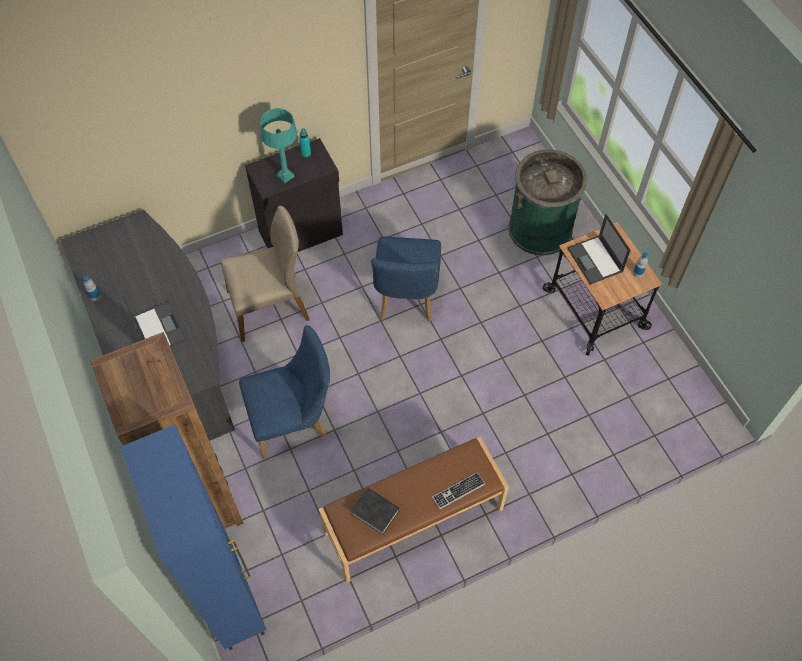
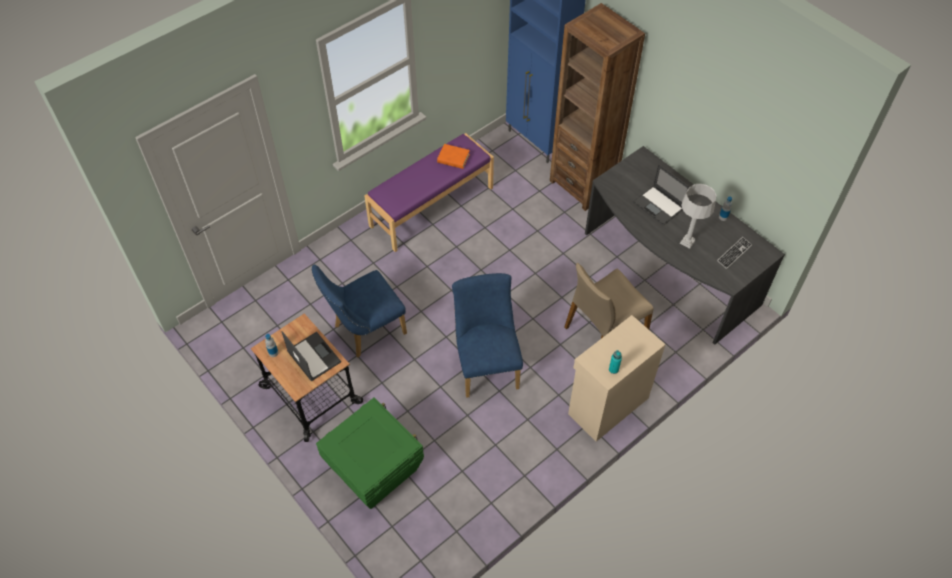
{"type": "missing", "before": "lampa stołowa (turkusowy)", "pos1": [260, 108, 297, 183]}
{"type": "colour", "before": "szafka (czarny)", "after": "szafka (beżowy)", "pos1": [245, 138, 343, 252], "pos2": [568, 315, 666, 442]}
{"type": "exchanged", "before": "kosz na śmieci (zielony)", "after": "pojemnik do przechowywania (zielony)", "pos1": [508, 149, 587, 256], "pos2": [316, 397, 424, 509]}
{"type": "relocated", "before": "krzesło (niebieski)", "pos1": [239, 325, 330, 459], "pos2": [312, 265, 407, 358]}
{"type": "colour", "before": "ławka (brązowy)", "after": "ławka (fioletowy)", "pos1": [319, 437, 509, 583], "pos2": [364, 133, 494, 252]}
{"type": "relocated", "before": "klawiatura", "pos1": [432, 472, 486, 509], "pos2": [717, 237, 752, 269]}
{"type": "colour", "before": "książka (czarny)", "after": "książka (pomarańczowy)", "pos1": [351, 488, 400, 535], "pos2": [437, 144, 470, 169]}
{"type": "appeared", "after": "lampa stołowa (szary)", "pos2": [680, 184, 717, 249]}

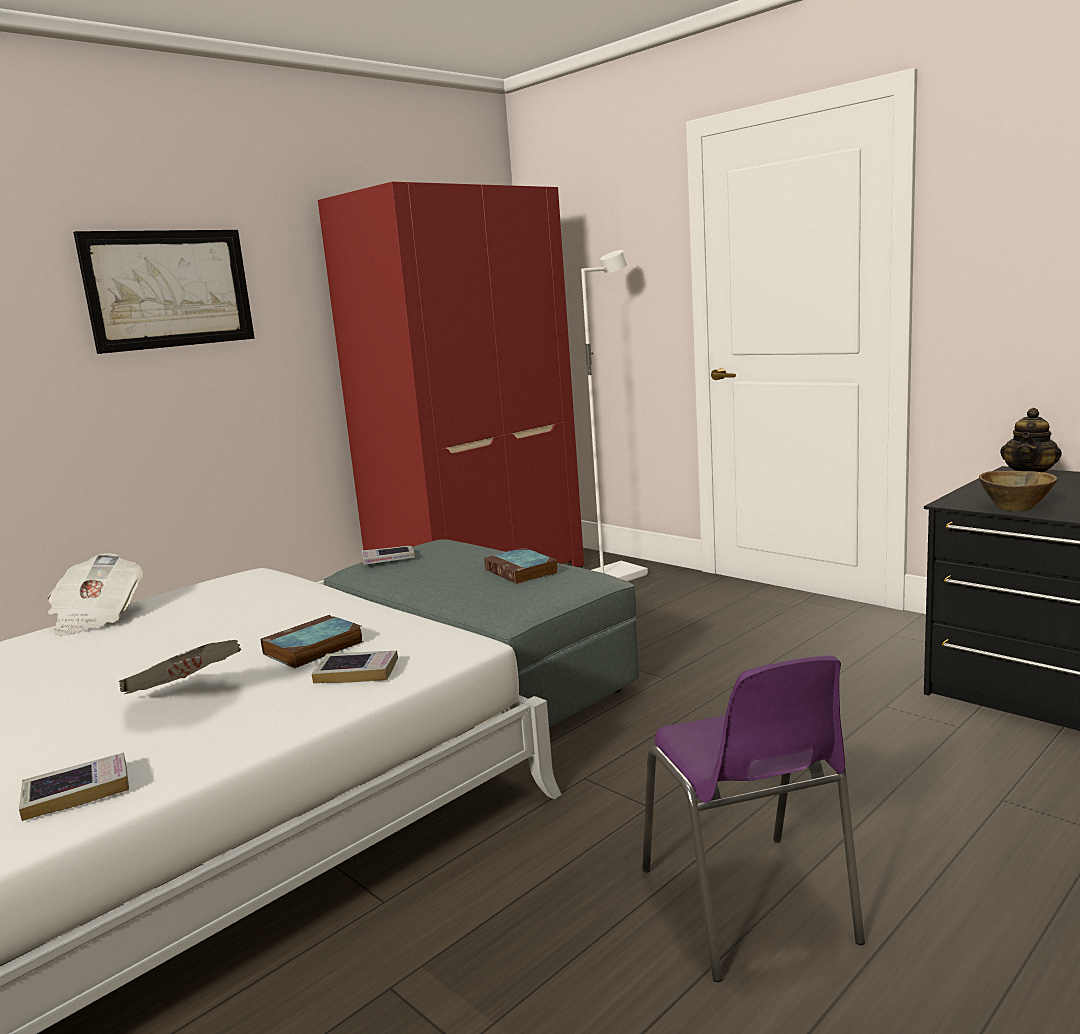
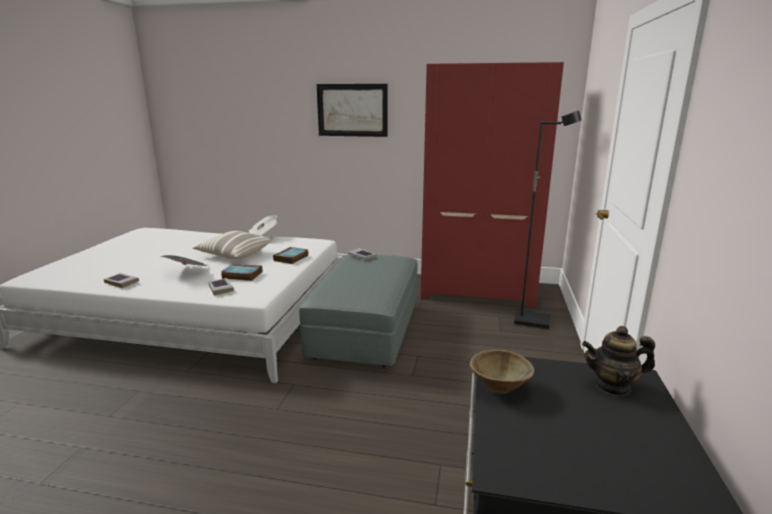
{"type": "colour", "before": "lampa stojąca (biały)", "after": "lampa stojąca (czarny)", "pos1": [581, 250, 648, 582], "pos2": [514, 111, 581, 329]}
{"type": "relocated", "before": "książka", "pos1": [484, 548, 558, 584], "pos2": [273, 247, 309, 264]}
{"type": "missing", "before": "krzesło (fioletowy)", "pos1": [642, 655, 865, 982]}
{"type": "appeared", "after": "poduszka", "pos2": [193, 231, 272, 259]}

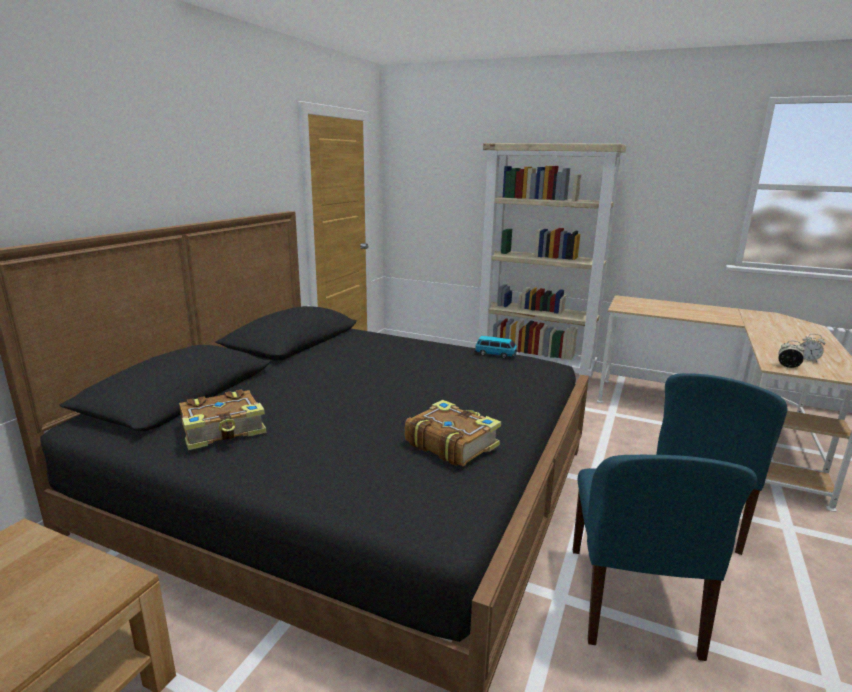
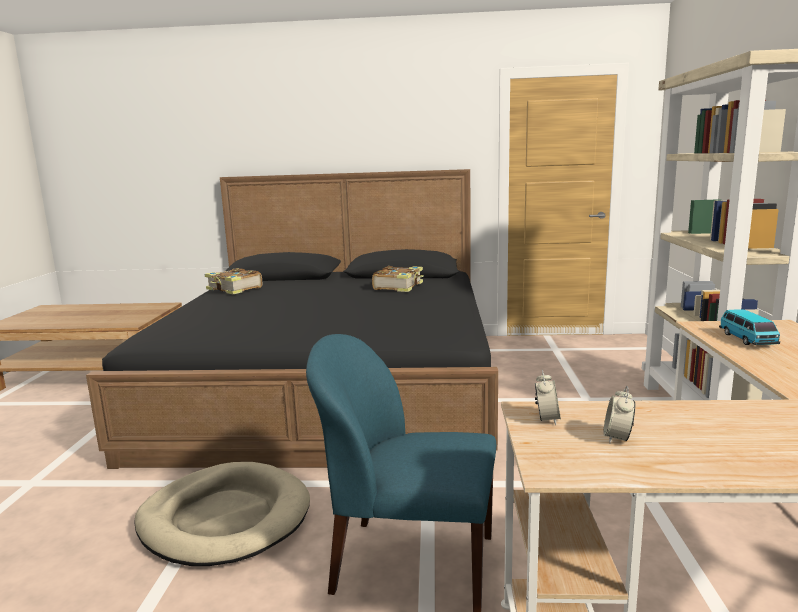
{"type": "relocated", "before": "samochodzik", "pos1": [475, 336, 517, 358], "pos2": [719, 309, 780, 345]}
{"type": "relocated", "before": "książka", "pos1": [405, 400, 501, 467], "pos2": [372, 266, 424, 292]}
{"type": "exchanged", "before": "krzesło (niebieski)", "after": "legowisko (beżowy)", "pos1": [573, 455, 757, 661], "pos2": [134, 462, 310, 566]}

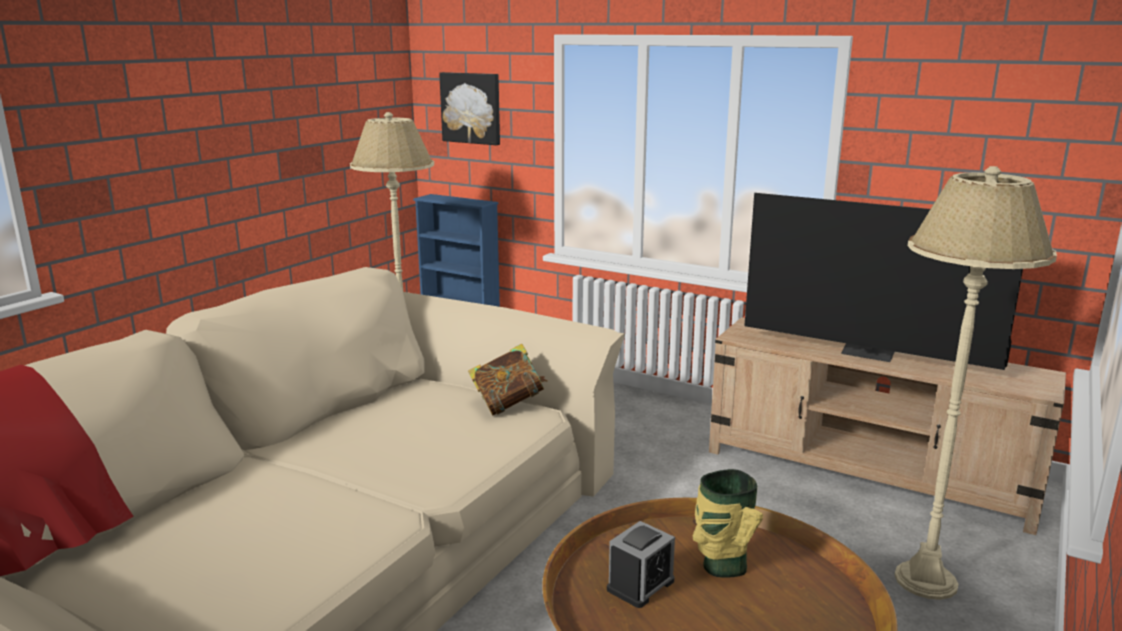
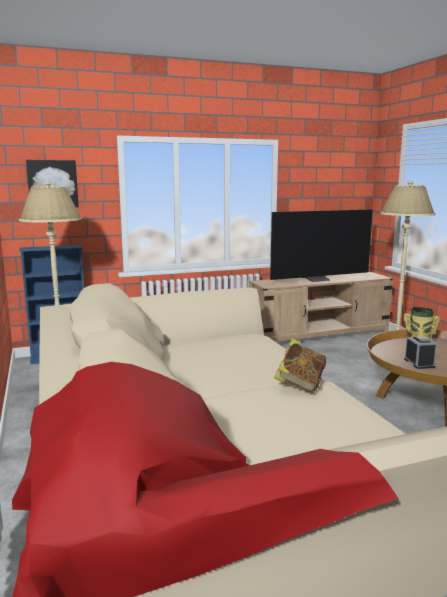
{"type": "relocated", "before": "książka", "pos1": [468, 344, 547, 416], "pos2": [274, 339, 326, 393]}

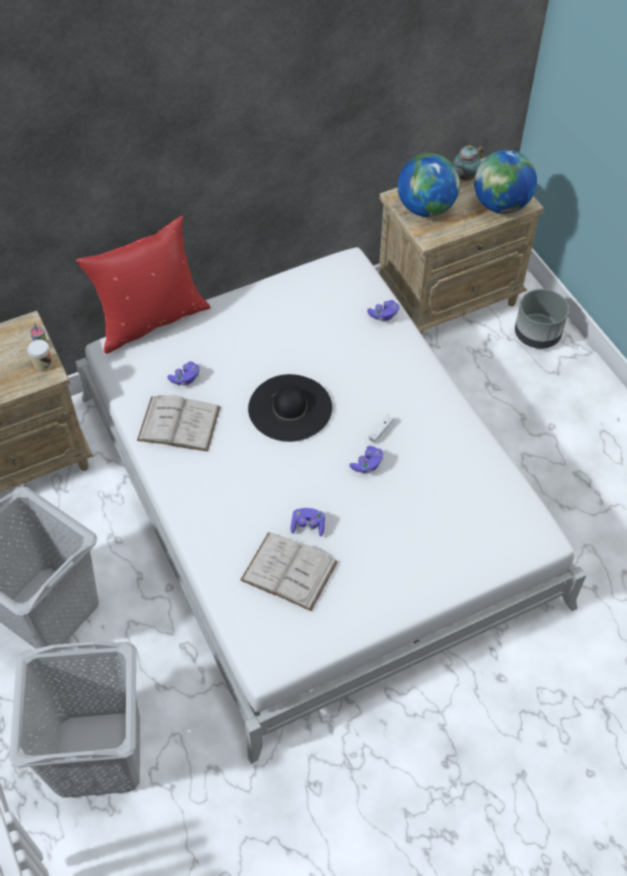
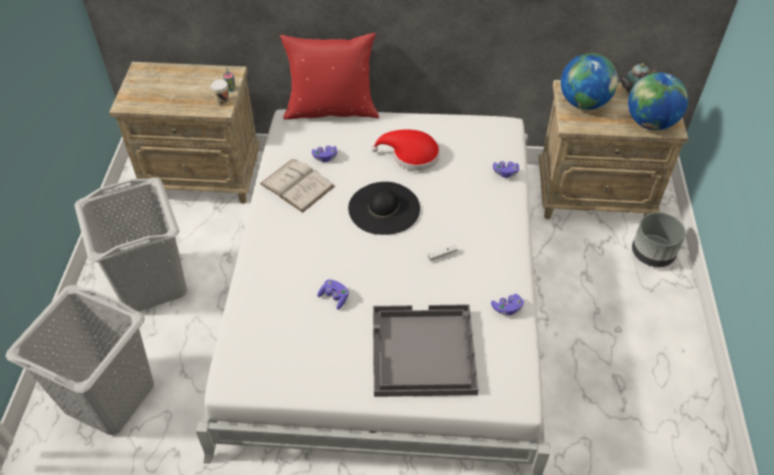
{"type": "relocated", "before": "pad do gier (fioletowy)", "pos1": [349, 446, 383, 473], "pos2": [491, 294, 524, 315]}
{"type": "missing", "before": "książka (biały)", "pos1": [240, 532, 338, 611]}
{"type": "appeared", "after": "kapelusz (czerwony)", "pos2": [371, 129, 440, 171]}
{"type": "appeared", "after": "taca (szary)", "pos2": [373, 304, 479, 397]}

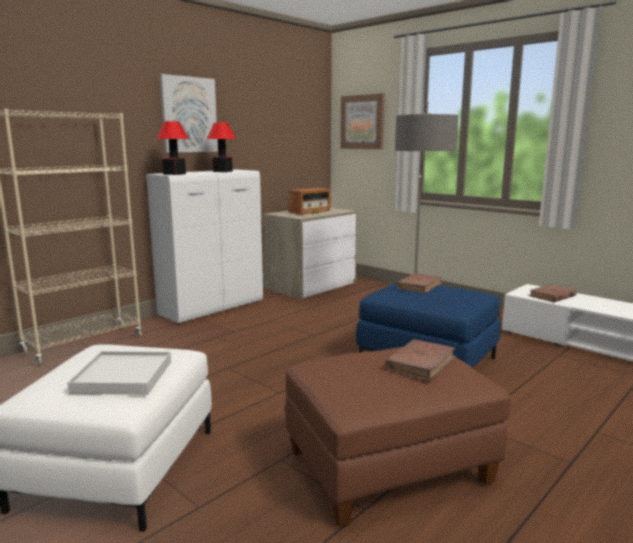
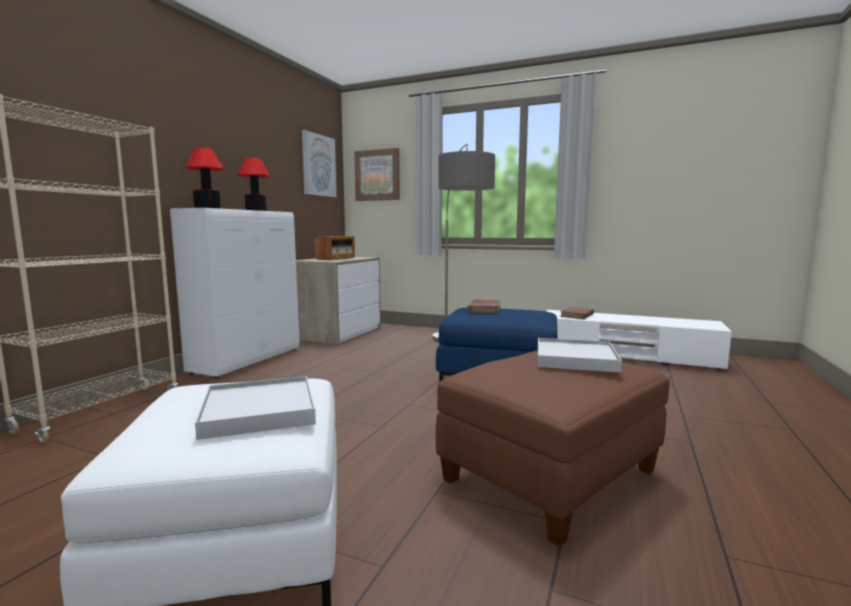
{"type": "relocated", "before": "obraz", "pos1": [159, 74, 218, 153], "pos2": [302, 130, 337, 197]}
{"type": "exchanged", "before": "książka (brązowy)", "after": "taca (biały)", "pos1": [385, 339, 456, 381], "pos2": [538, 338, 622, 373]}

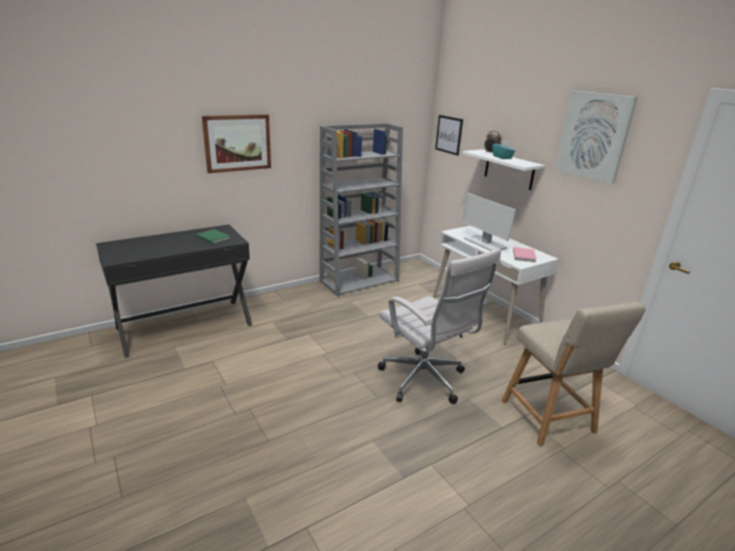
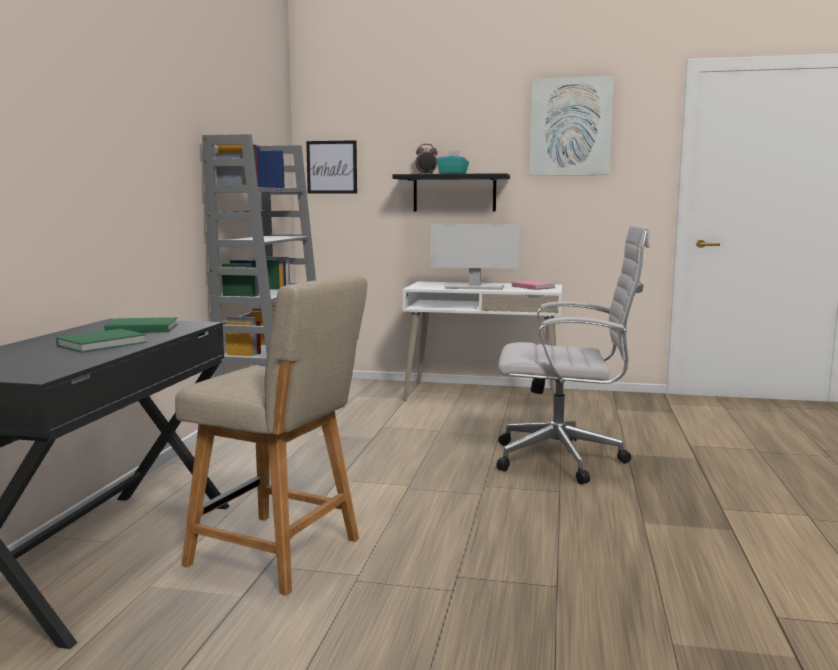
{"type": "missing", "before": "obraz", "pos1": [202, 114, 271, 173]}
{"type": "colour", "before": "półka (biały)", "after": "półka (czarny)", "pos1": [462, 149, 545, 190], "pos2": [392, 173, 510, 212]}
{"type": "relocated", "before": "krzesło (beżowy)", "pos1": [501, 302, 646, 446], "pos2": [175, 275, 367, 596]}
{"type": "appeared", "after": "książka (zielony)", "pos2": [56, 329, 146, 353]}

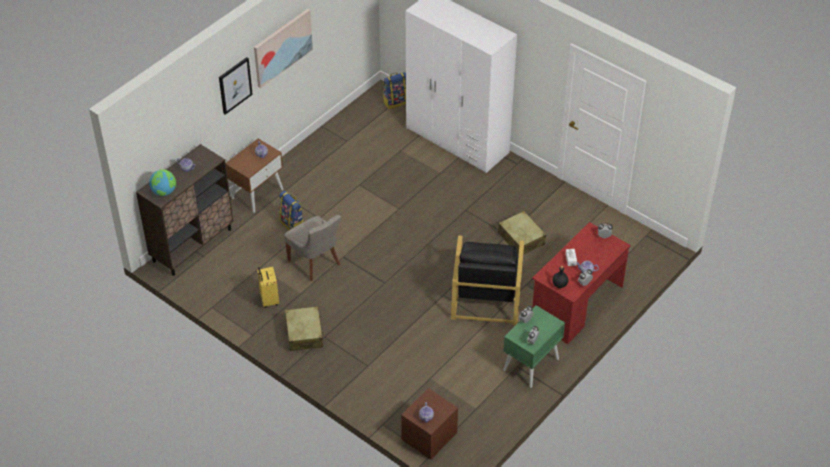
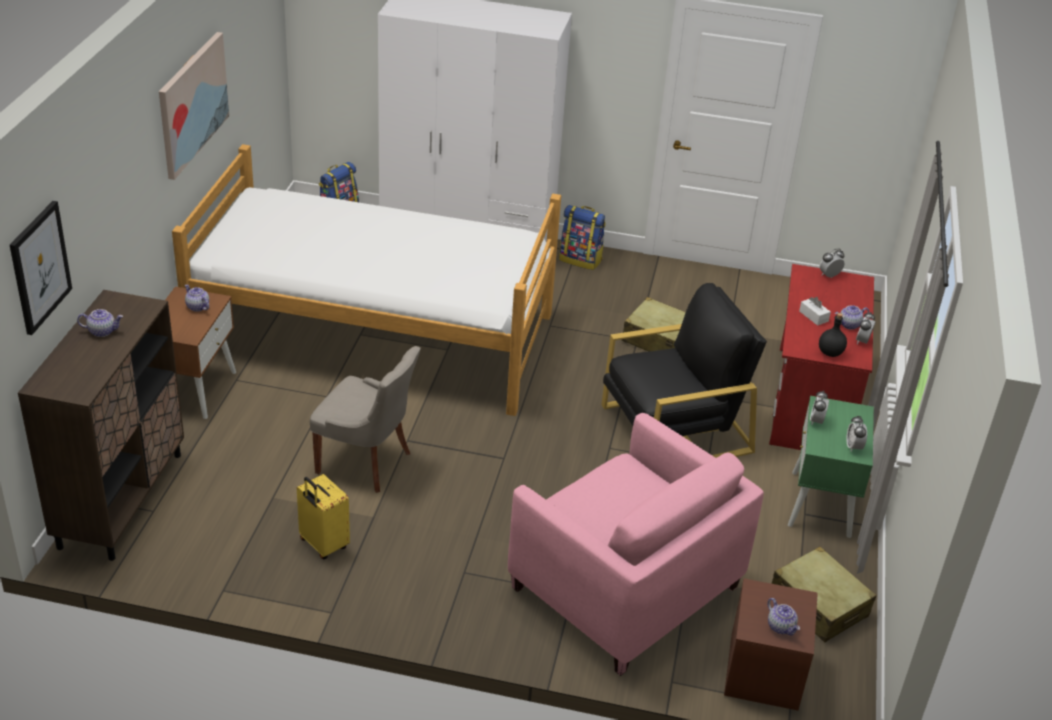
{"type": "relocated", "before": "obraz", "pos1": [219, 57, 253, 115], "pos2": [10, 201, 72, 335]}
{"type": "missing", "before": "globus", "pos1": [149, 169, 176, 196]}
{"type": "relocated", "before": "plecak", "pos1": [279, 191, 304, 230], "pos2": [559, 205, 606, 270]}
{"type": "spun", "before": "fotel (czarny)", "pos1": [451, 235, 524, 325], "pos2": [601, 283, 767, 458], "turn": -90}
{"type": "relocated", "before": "walizka (beżowy)", "pos1": [285, 306, 324, 351], "pos2": [771, 546, 876, 643]}
{"type": "appeared", "after": "łóżko", "pos2": [172, 144, 561, 416]}
{"type": "appeared", "after": "fotel (różowy)", "pos2": [508, 413, 764, 676]}

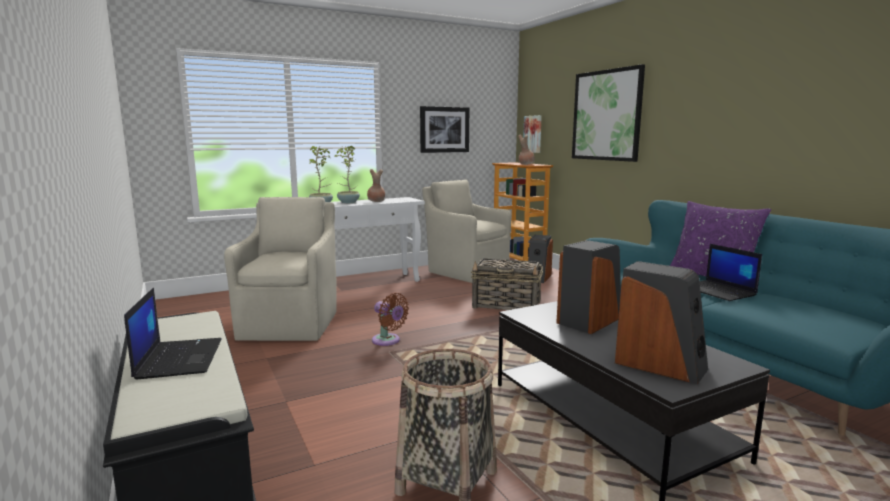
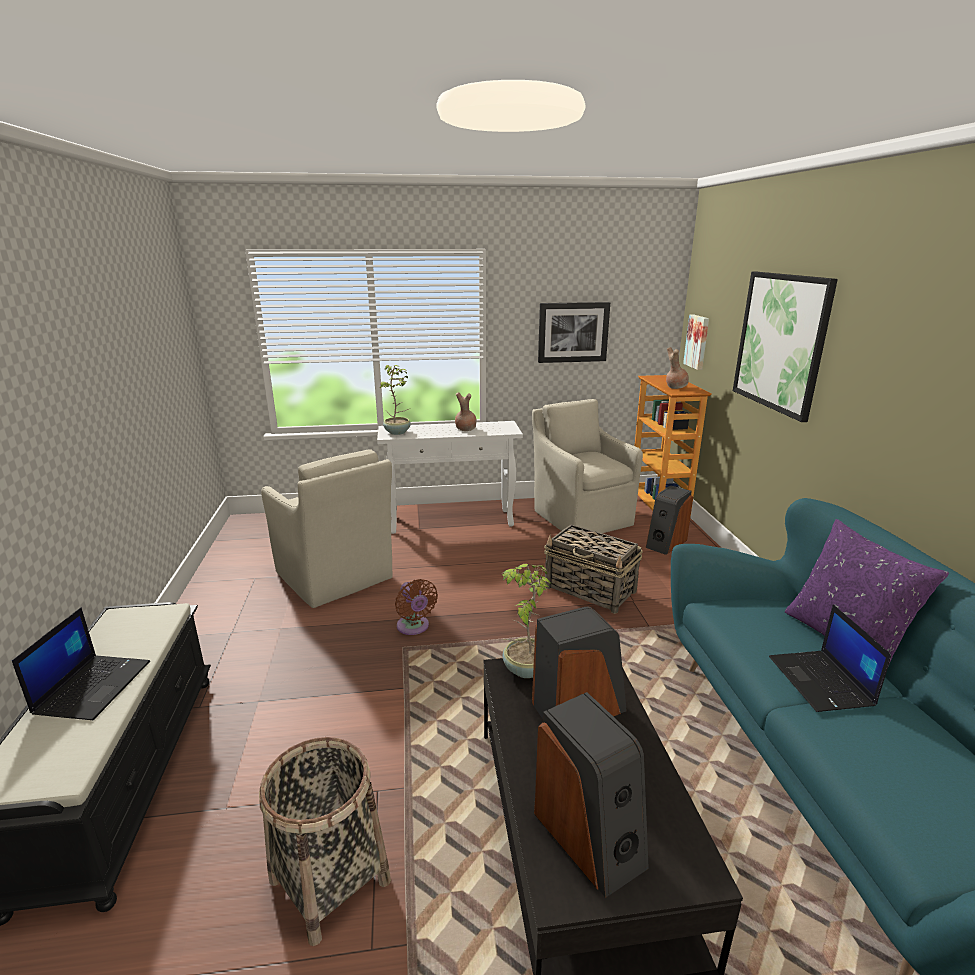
{"type": "relocated", "before": "roślina doniczkowa", "pos1": [334, 146, 360, 203], "pos2": [502, 564, 552, 678]}
{"type": "spun", "before": "fotel (beżowy)", "pos1": [224, 197, 337, 341], "pos2": [261, 450, 392, 608], "turn": 120}

